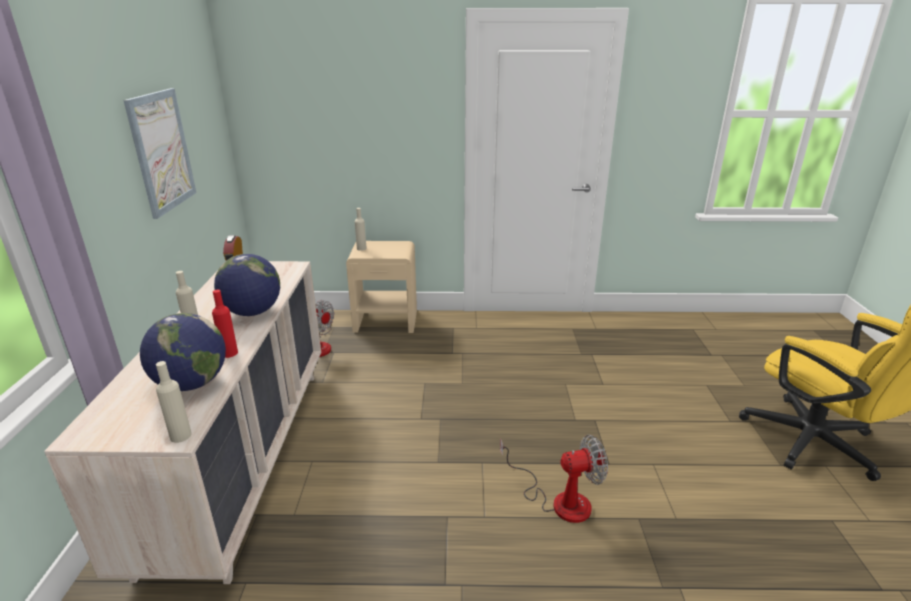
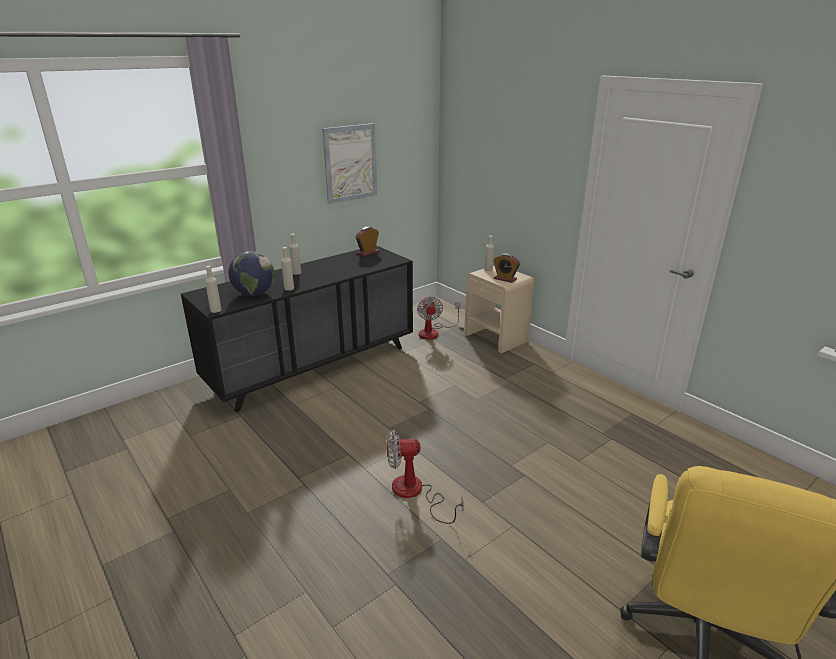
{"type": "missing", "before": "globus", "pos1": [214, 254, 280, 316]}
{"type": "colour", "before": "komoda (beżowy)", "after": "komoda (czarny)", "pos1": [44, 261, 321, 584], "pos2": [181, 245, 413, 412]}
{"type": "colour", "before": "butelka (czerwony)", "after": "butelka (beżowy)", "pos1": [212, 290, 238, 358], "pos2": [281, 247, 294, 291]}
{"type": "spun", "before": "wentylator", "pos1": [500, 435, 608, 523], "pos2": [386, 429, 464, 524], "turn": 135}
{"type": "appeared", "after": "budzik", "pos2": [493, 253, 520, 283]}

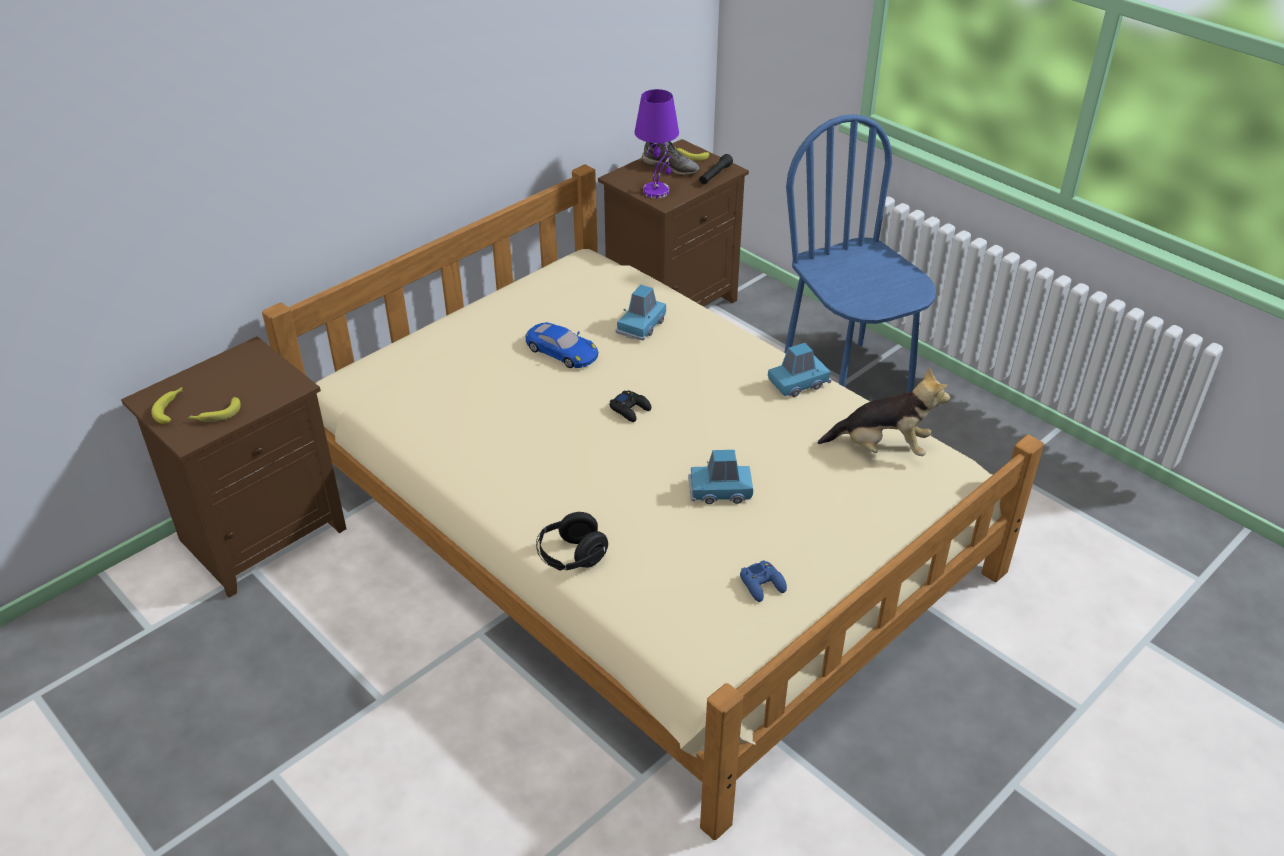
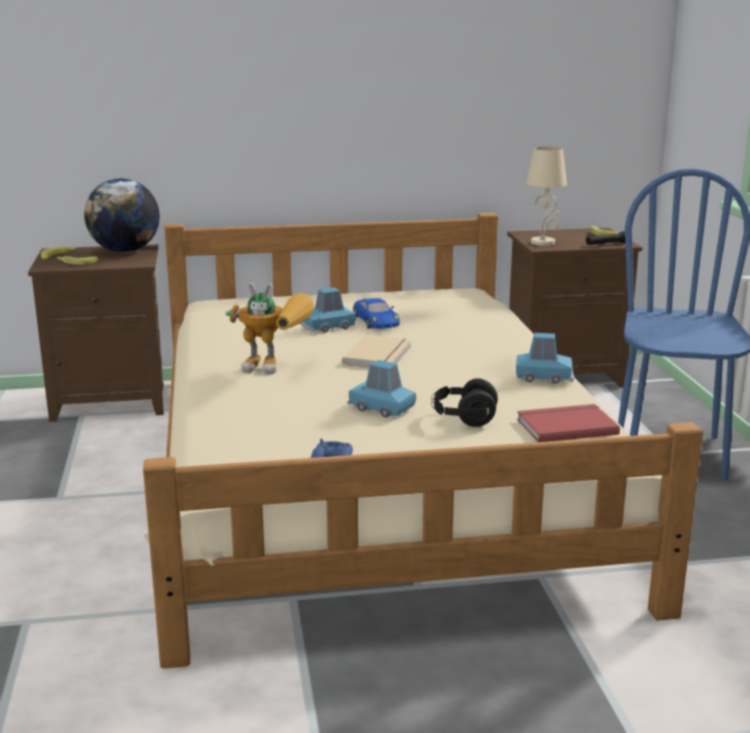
{"type": "colour", "before": "lampa stołowa (fioletowy)", "after": "lampa stołowa (beżowy)", "pos1": [635, 89, 679, 198], "pos2": [526, 146, 567, 246]}
{"type": "missing", "before": "but (szary)", "pos1": [642, 141, 700, 176]}
{"type": "relocated", "before": "samochodzik (niebieski)", "pos1": [616, 285, 666, 340], "pos2": [300, 287, 356, 333]}
{"type": "exchanged", "before": "pluszak", "after": "książka (czerwony)", "pos1": [818, 367, 950, 456], "pos2": [517, 404, 620, 442]}
{"type": "exchanged", "before": "pad do gier (czarny)", "after": "książka (beżowy)", "pos1": [610, 390, 651, 422], "pos2": [342, 335, 412, 367]}
{"type": "relocated", "before": "słuchawki (czarny)", "pos1": [536, 512, 608, 571], "pos2": [431, 378, 498, 427]}
{"type": "appeared", "after": "globus", "pos2": [84, 178, 160, 252]}
{"type": "appeared", "after": "robot zabawkowy", "pos2": [226, 283, 314, 374]}

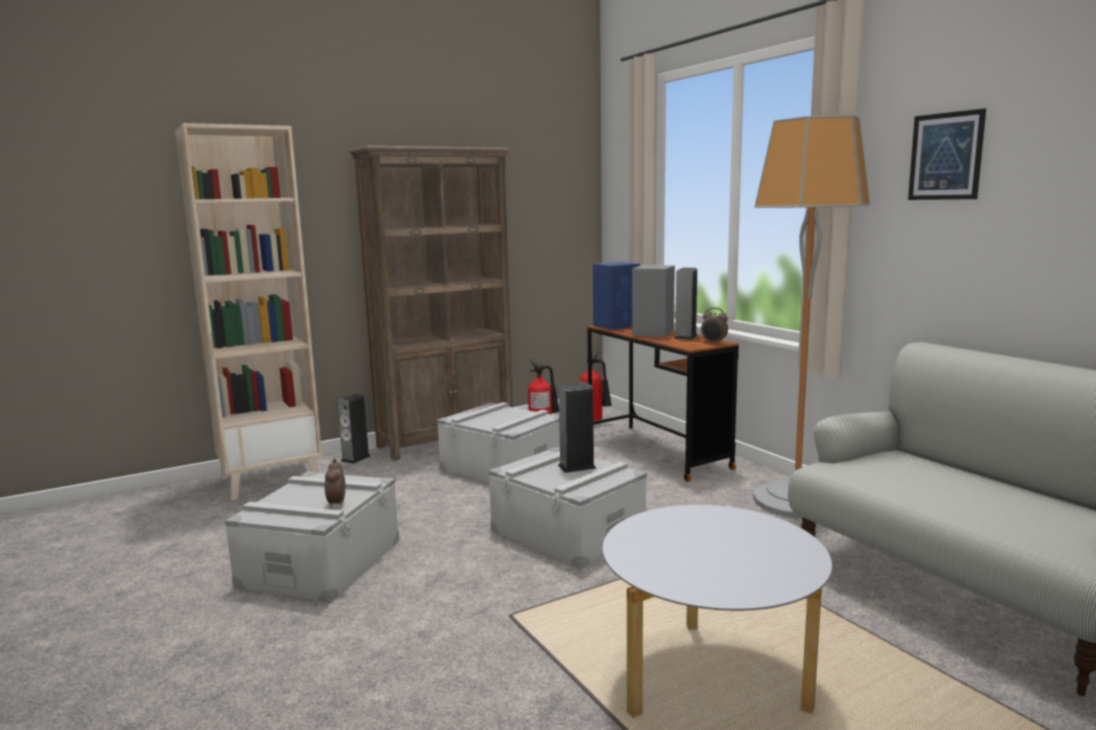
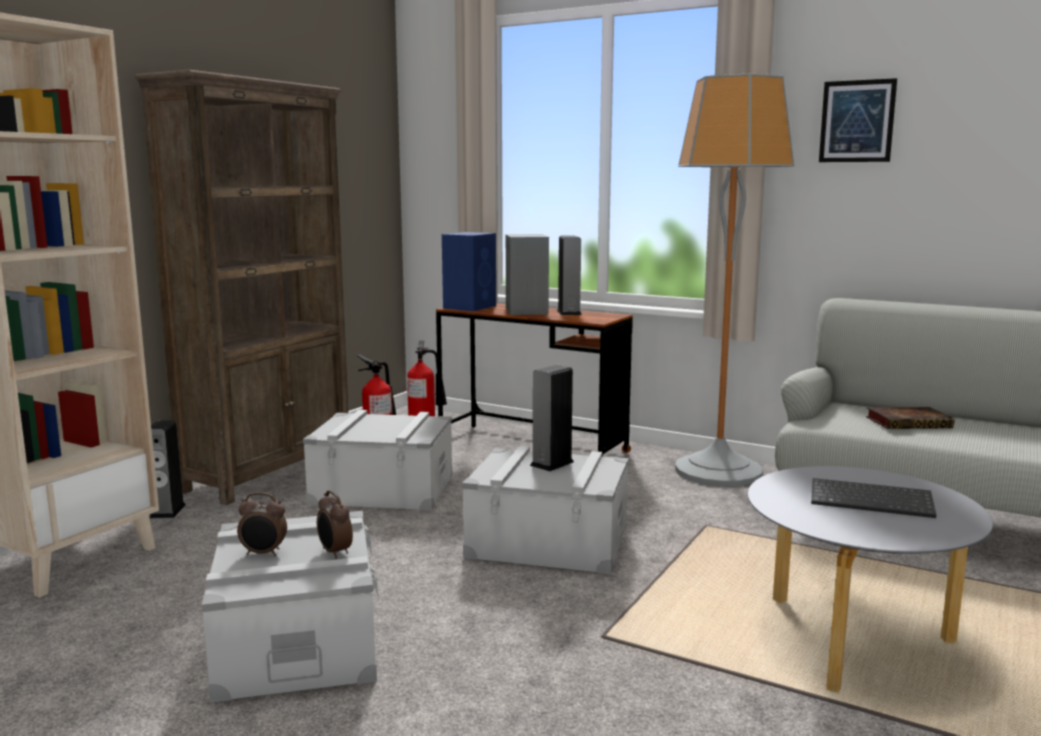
{"type": "relocated", "before": "budzik", "pos1": [701, 308, 728, 344], "pos2": [237, 492, 287, 556]}
{"type": "appeared", "after": "książka", "pos2": [866, 407, 954, 429]}
{"type": "appeared", "after": "klawiatura", "pos2": [811, 478, 936, 518]}

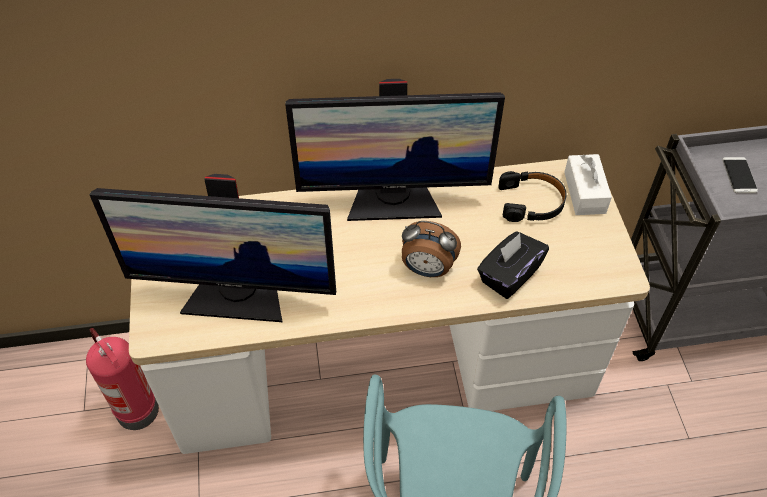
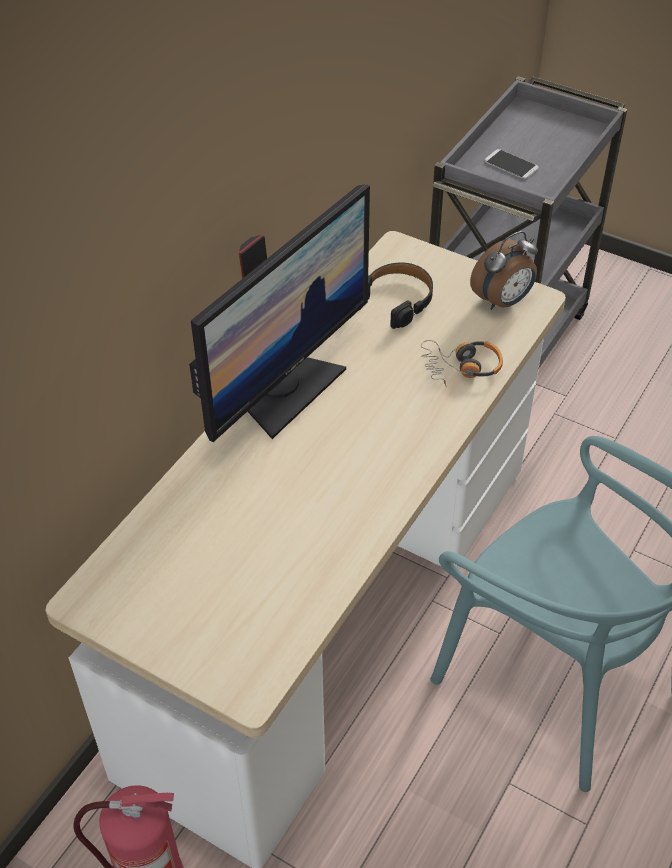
{"type": "missing", "before": "pudełko chusteczek (biały)", "pos1": [564, 154, 612, 215]}
{"type": "missing", "before": "monitor", "pos1": [90, 174, 336, 322]}
{"type": "relocated", "before": "budzik", "pos1": [402, 221, 461, 277], "pos2": [470, 231, 538, 310]}
{"type": "exchanged", "before": "pudełko chusteczek (czarny)", "after": "słuchawki", "pos1": [477, 231, 549, 299], "pos2": [421, 340, 503, 386]}

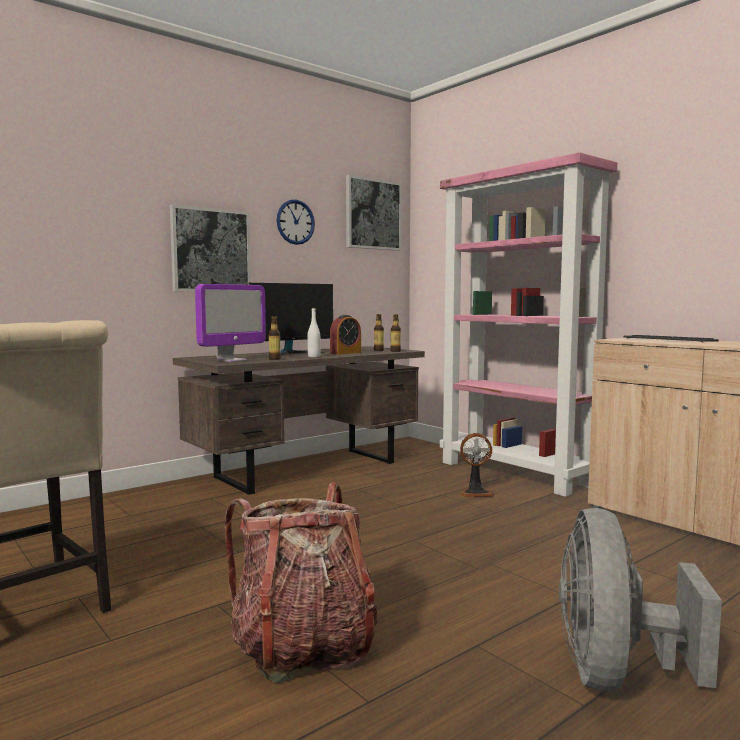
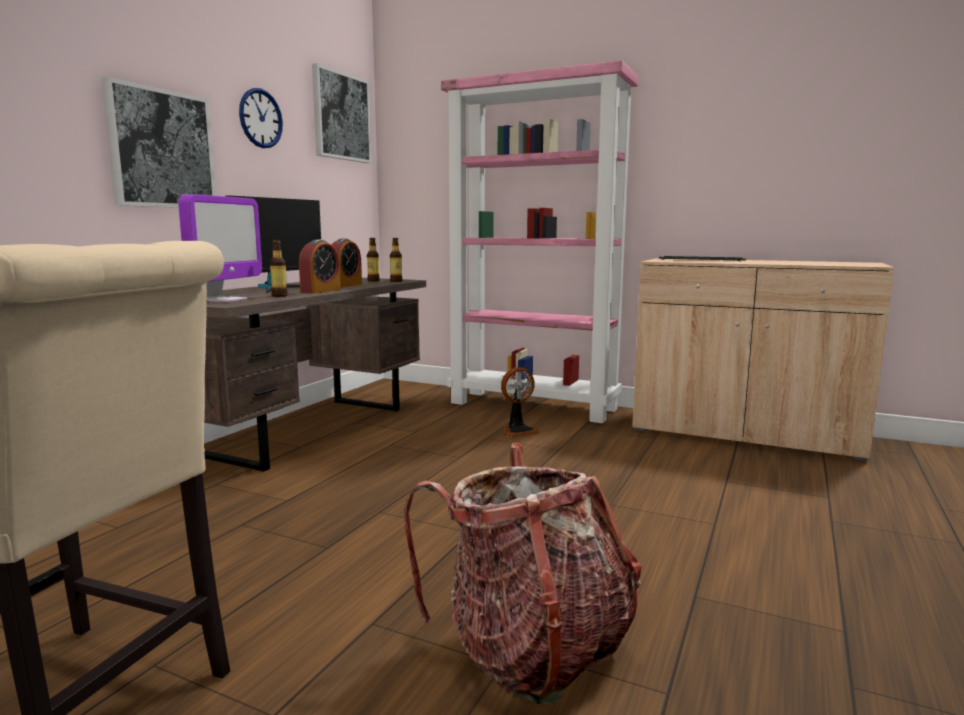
{"type": "exchanged", "before": "butelka (biały)", "after": "budzik", "pos1": [307, 307, 321, 357], "pos2": [299, 239, 340, 293]}
{"type": "missing", "before": "wentylator (szary)", "pos1": [559, 508, 722, 691]}

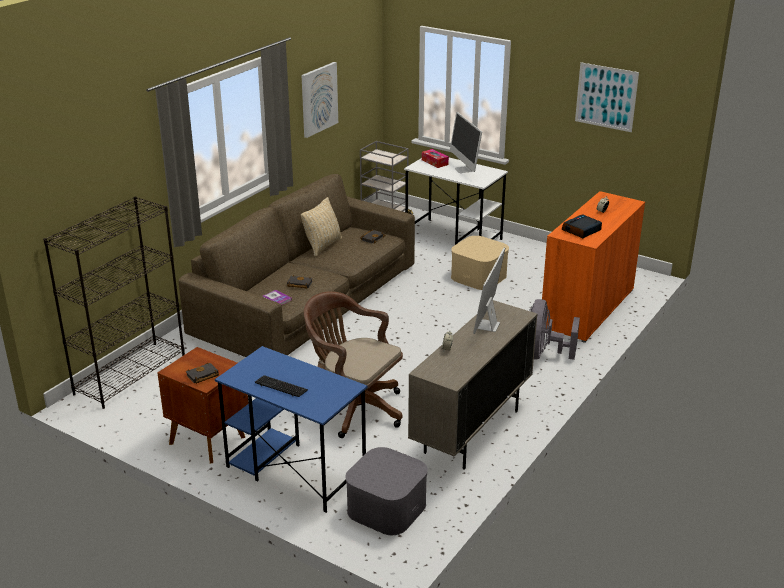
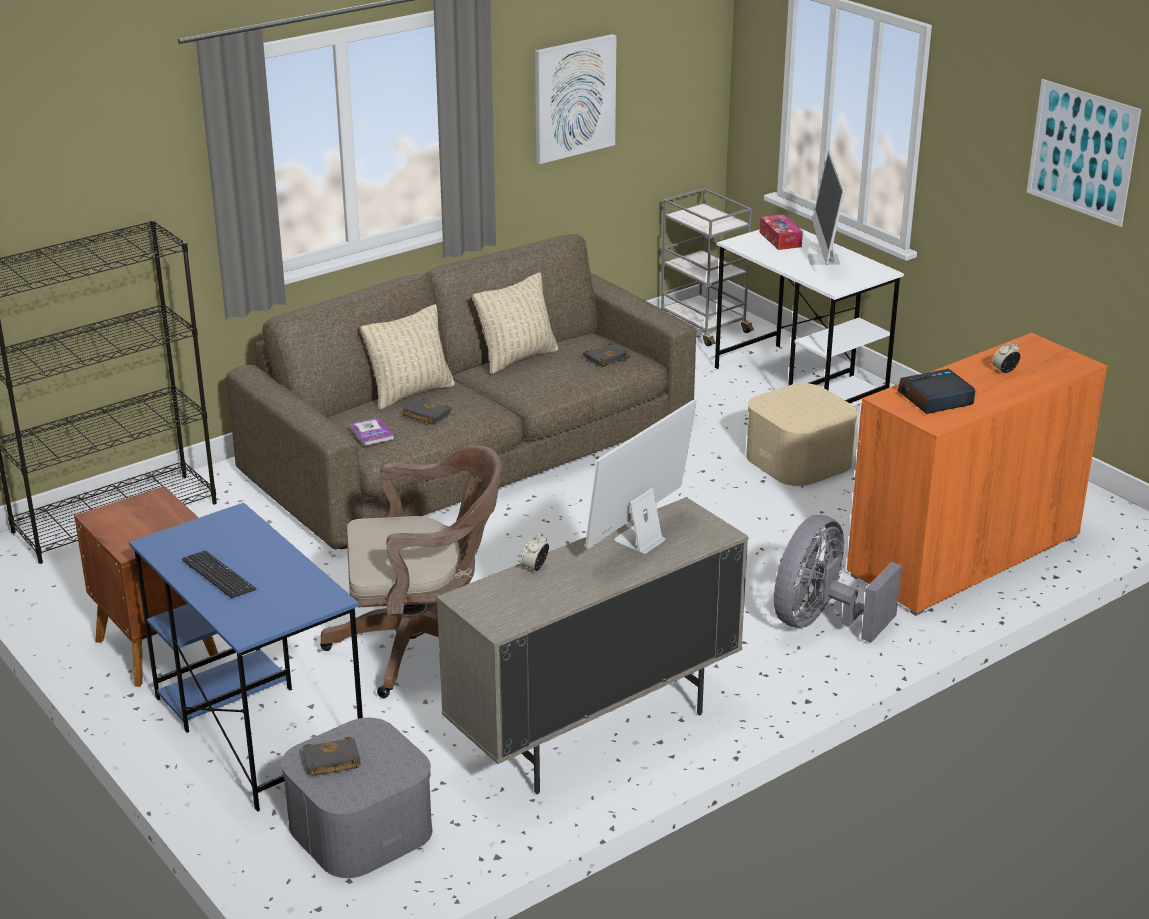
{"type": "spun", "before": "krzesło biurowe (brązowy)", "pos1": [304, 291, 403, 438], "pos2": [320, 445, 502, 698], "turn": 120}
{"type": "relocated", "before": "książka (czarny)", "pos1": [186, 363, 219, 384], "pos2": [303, 737, 361, 776]}
{"type": "appeared", "after": "poduszka (beżowy)", "pos2": [360, 304, 455, 409]}

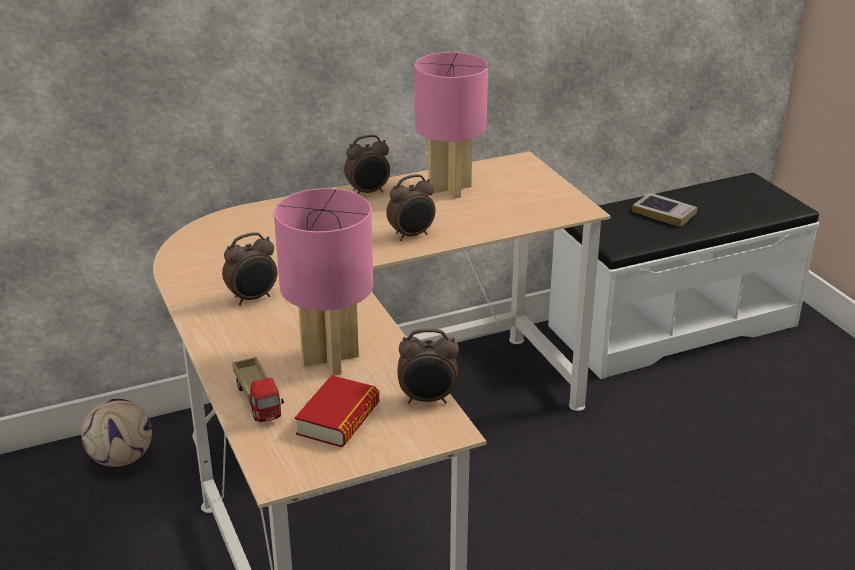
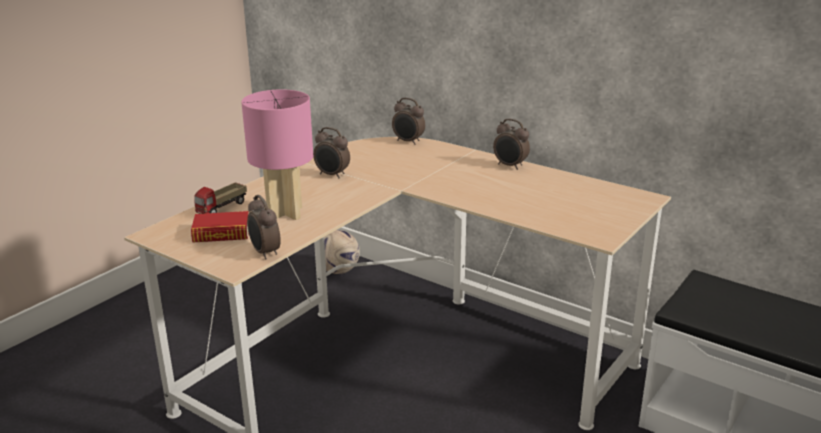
{"type": "missing", "before": "lampa stołowa (różowy)", "pos1": [415, 52, 488, 198]}
{"type": "relocated", "before": "budzik", "pos1": [386, 174, 436, 241], "pos2": [392, 98, 425, 145]}
{"type": "missing", "before": "książka", "pos1": [632, 193, 698, 227]}

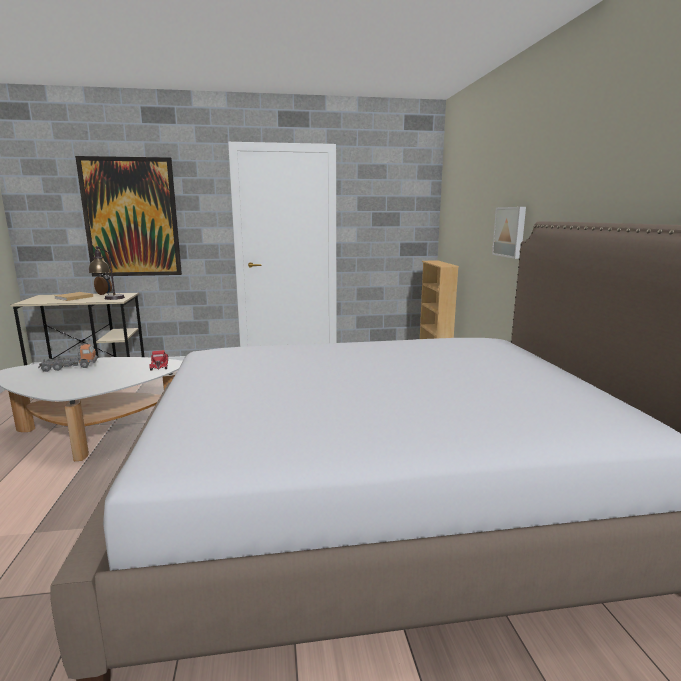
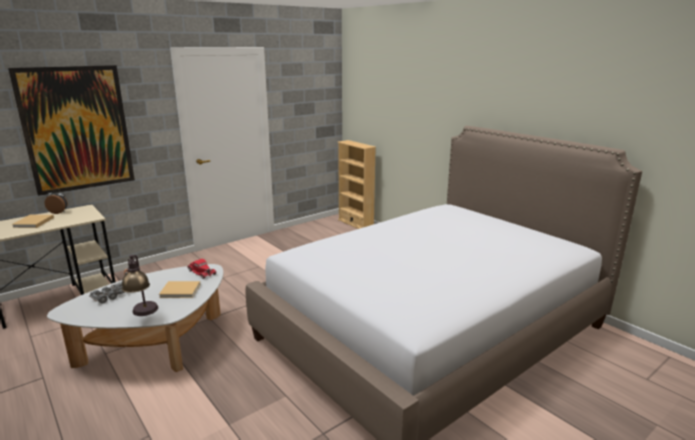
{"type": "missing", "before": "obraz", "pos1": [492, 207, 526, 259]}
{"type": "relocated", "before": "lampa stołowa", "pos1": [88, 246, 125, 300], "pos2": [122, 255, 158, 316]}
{"type": "appeared", "after": "książka (beżowy)", "pos2": [159, 281, 201, 298]}

